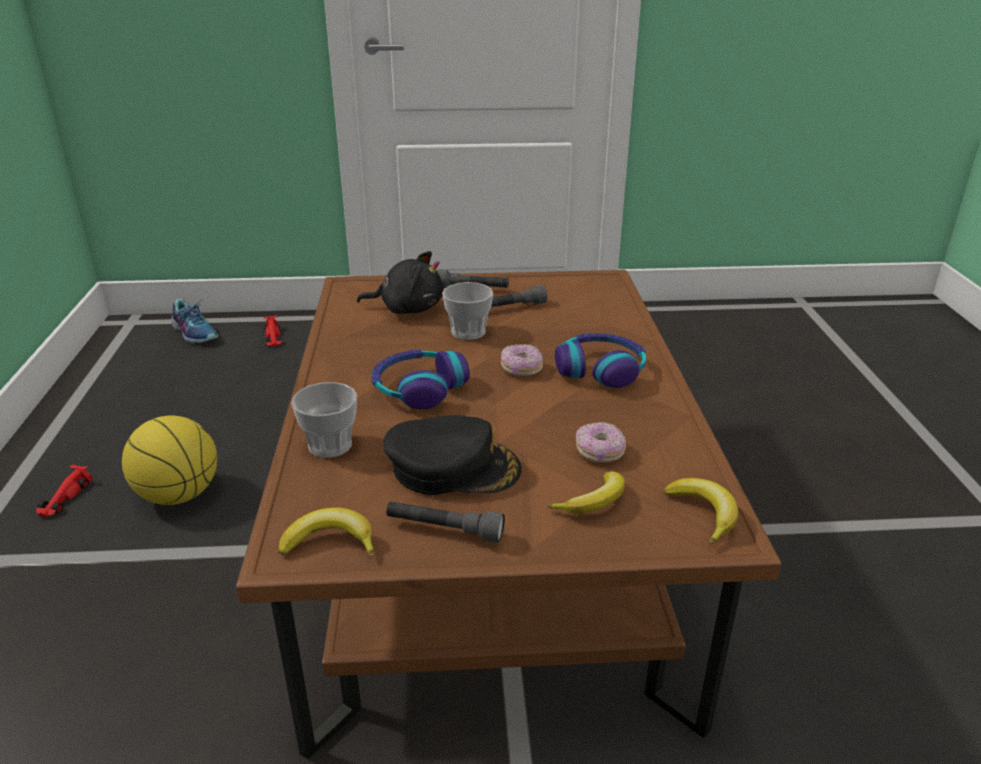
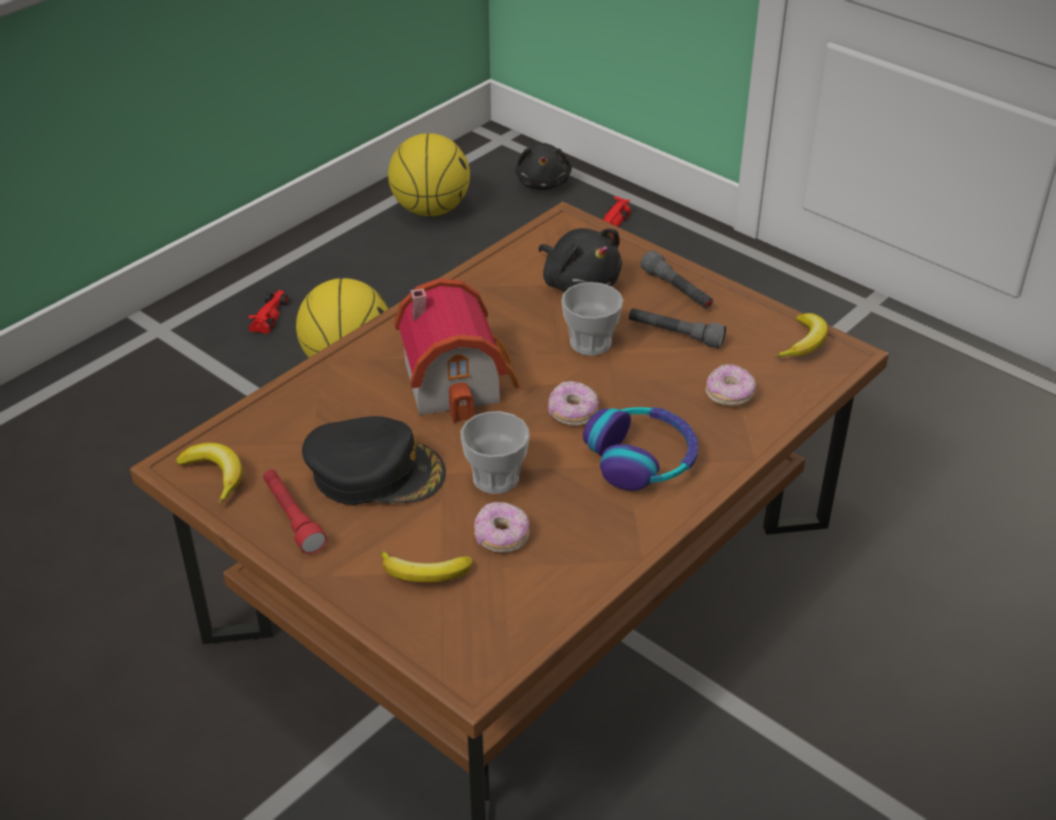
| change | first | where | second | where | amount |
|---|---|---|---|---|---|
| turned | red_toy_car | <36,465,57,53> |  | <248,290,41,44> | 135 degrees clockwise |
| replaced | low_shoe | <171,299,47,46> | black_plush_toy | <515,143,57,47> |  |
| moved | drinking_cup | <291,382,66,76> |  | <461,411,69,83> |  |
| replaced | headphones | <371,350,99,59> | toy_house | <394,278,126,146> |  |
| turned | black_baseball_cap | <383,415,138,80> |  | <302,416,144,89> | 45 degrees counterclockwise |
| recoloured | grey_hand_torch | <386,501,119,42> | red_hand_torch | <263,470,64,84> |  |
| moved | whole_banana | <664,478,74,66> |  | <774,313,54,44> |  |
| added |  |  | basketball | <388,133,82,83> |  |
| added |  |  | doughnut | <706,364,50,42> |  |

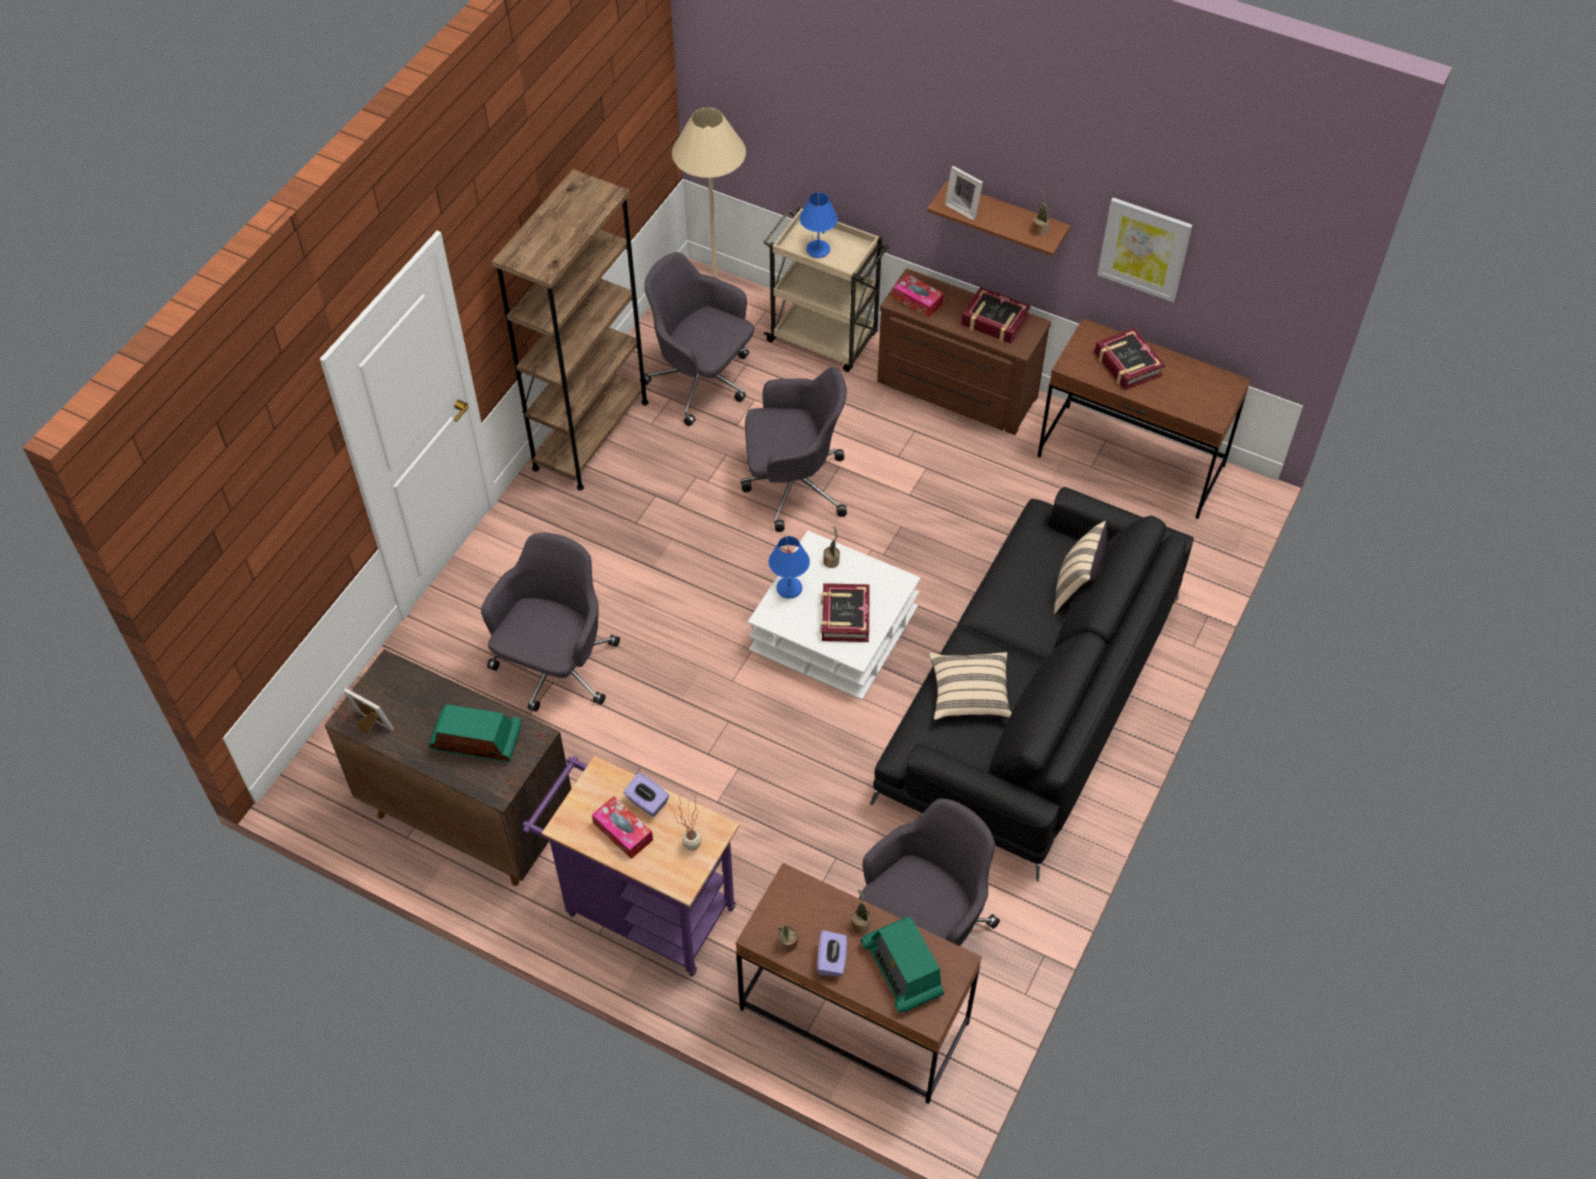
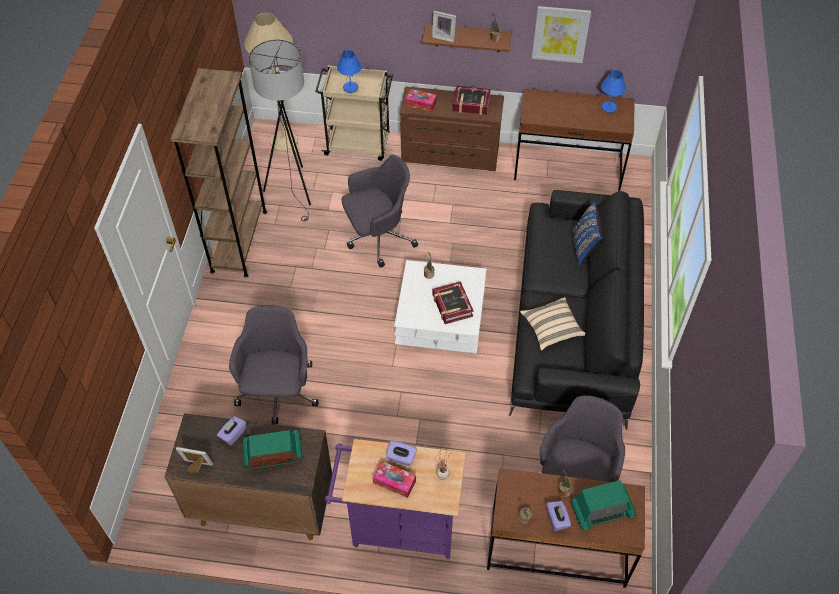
| change | first | where | second | where | amount |
|---|---|---|---|---|---|
| replaced | grey_office_chair | <640,252,114,174> | grey_standing_lamp | <249,39,62,182> |  |
| moved | blue_table_lamp | <769,536,41,63> |  | <601,70,25,43> |  |
| turned | radio_receiver | <861,916,83,97> |  | <570,480,67,51> | 60 degrees counterclockwise |
| recoloured | beige-coloured_pillow | <1054,521,53,94> | blue_pillow | <572,202,31,65> |  |
| removed | book | <1095,328,70,62> |  |  |  |
| added |  |  | purple_tissue_holder | <217,416,29,30> |  |

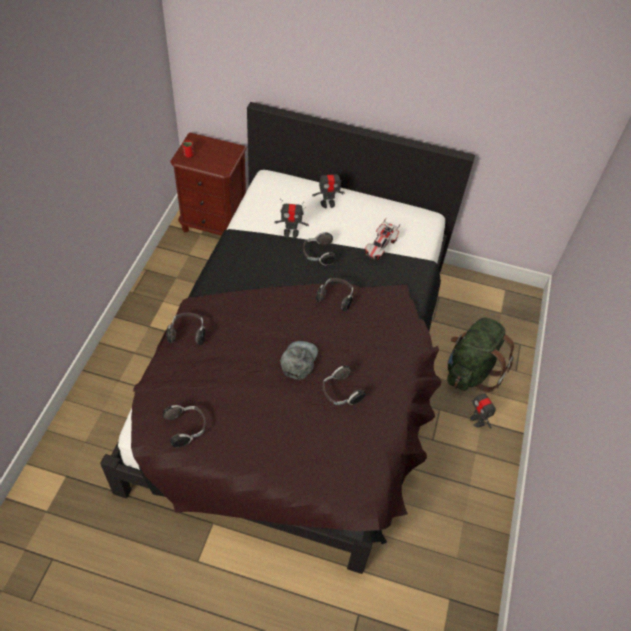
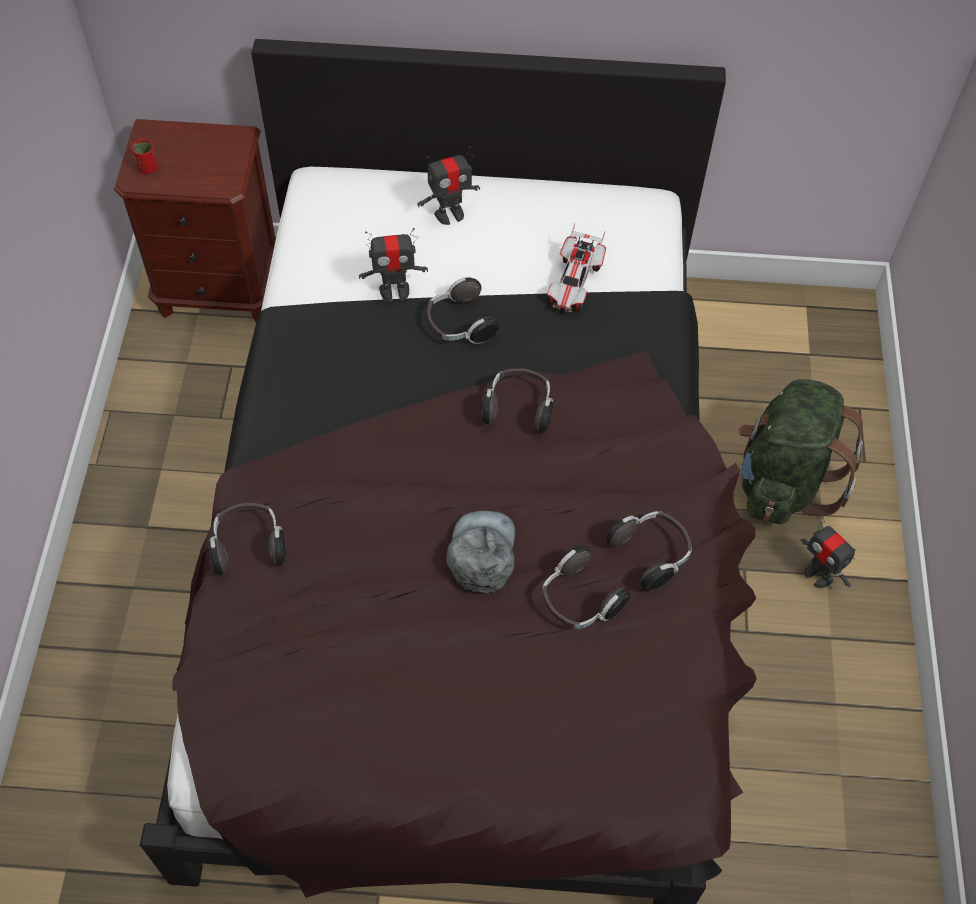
| change | first | where | second | where | amount |
|---|---|---|---|---|---|
| moved | headphones | <163,405,43,42> |  | <606,511,86,80> |  |

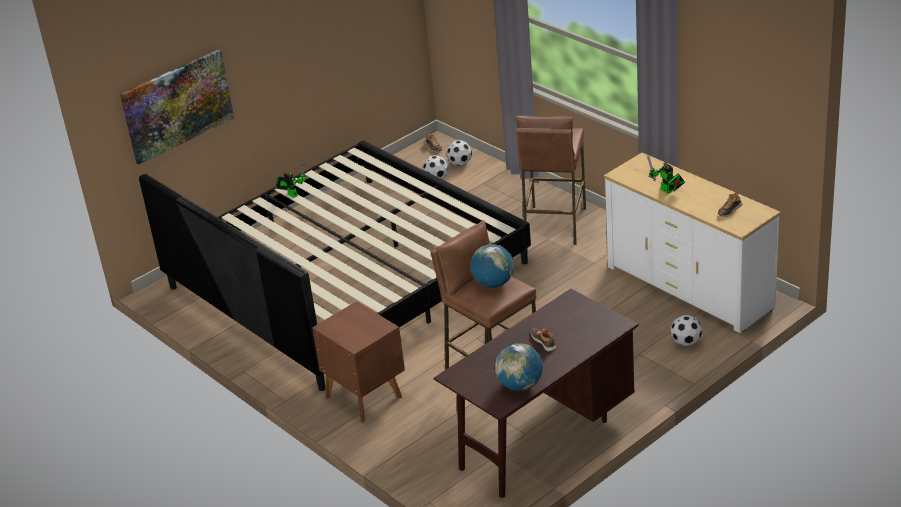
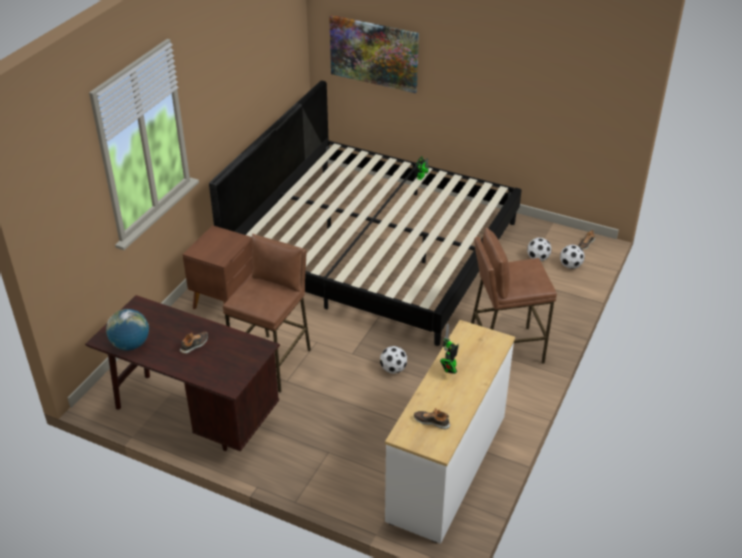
| change | first | where | second | where | amount |
|---|---|---|---|---|---|
| removed | desk_globe | <471,244,43,44> |  |  |  |
| moved | football | <671,315,31,31> |  | <380,346,27,28> |  |

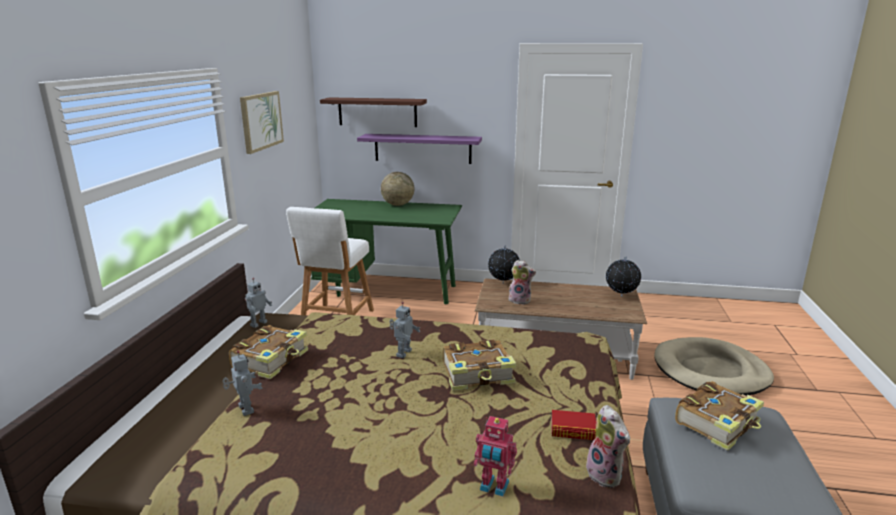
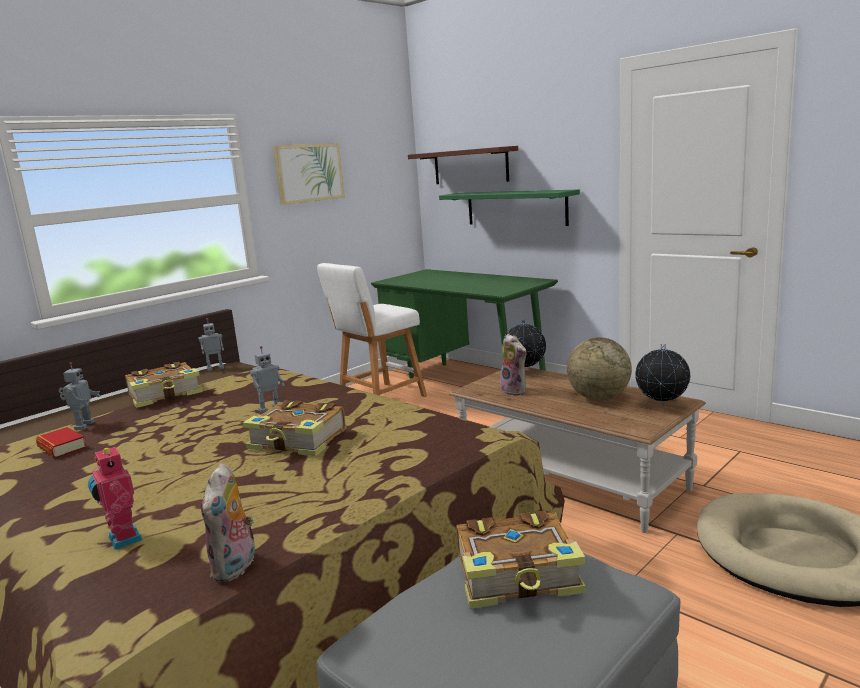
| change | first | where | second | where | amount |
|---|---|---|---|---|---|
| recoloured | purple_bracket_shelf | <357,134,125,30> | green-coloured_bracket_shelf | <439,189,141,37> |  |
| moved | desk_globe | <381,172,33,34> |  | <567,337,65,63> |  |
| moved | book | <551,410,45,30> |  | <36,427,50,31> |  |

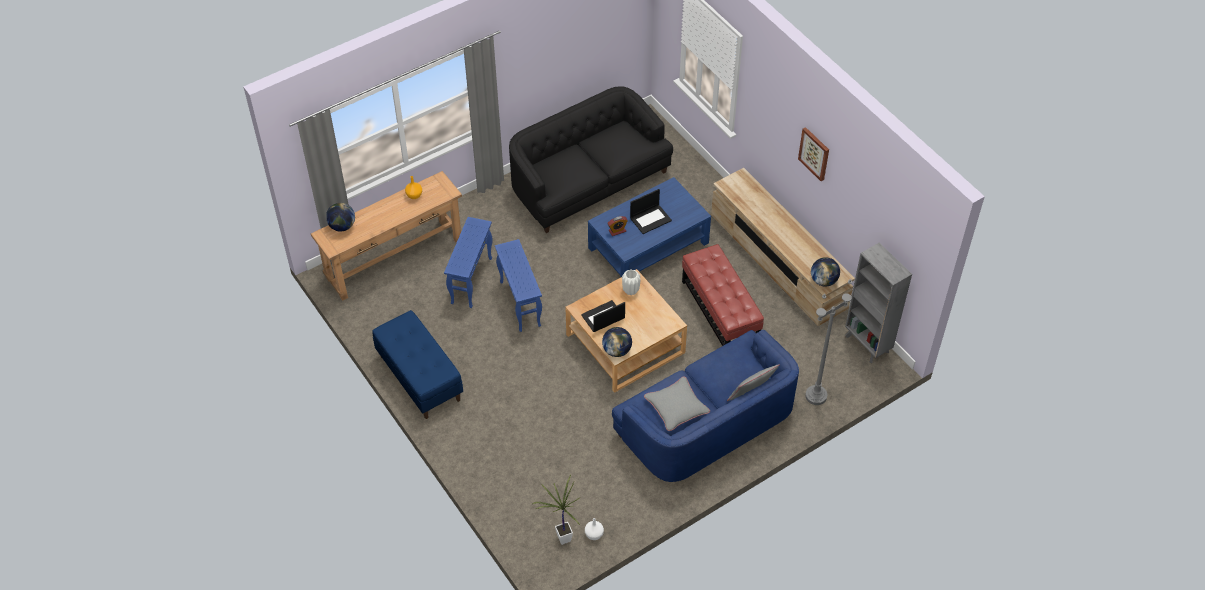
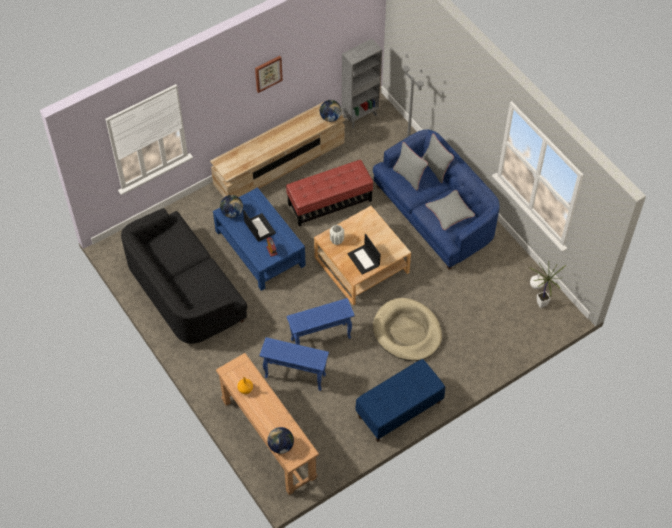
| change | first | where | second | where | amount |
|---|---|---|---|---|---|
| moved | desk_globe | <602,327,30,30> |  | <220,195,23,23> |  |
| added |  |  | beige-coloured_dog_bed | <373,298,69,63> |  |
| added |  |  | grey_pillow | <393,142,35,48> |  |

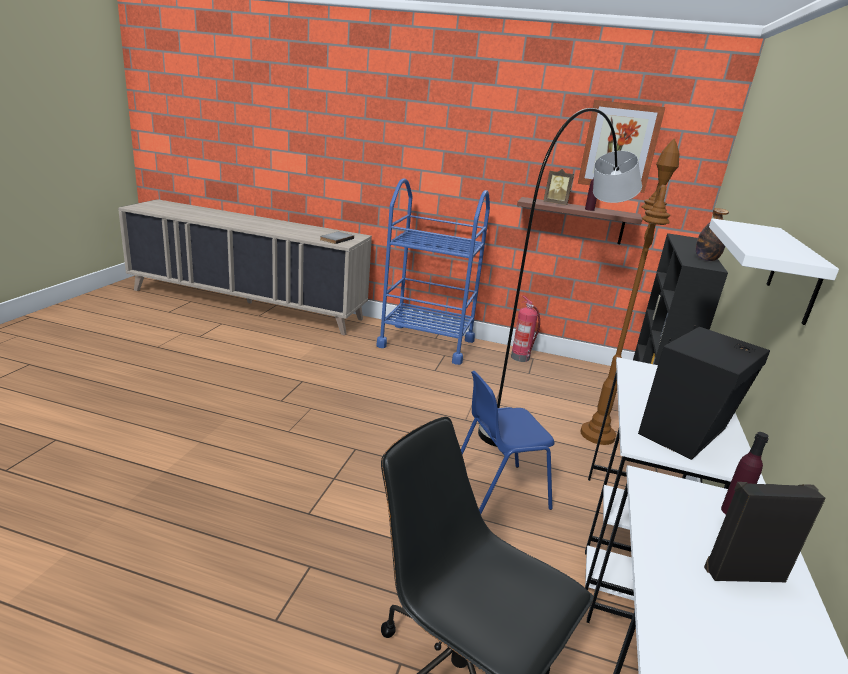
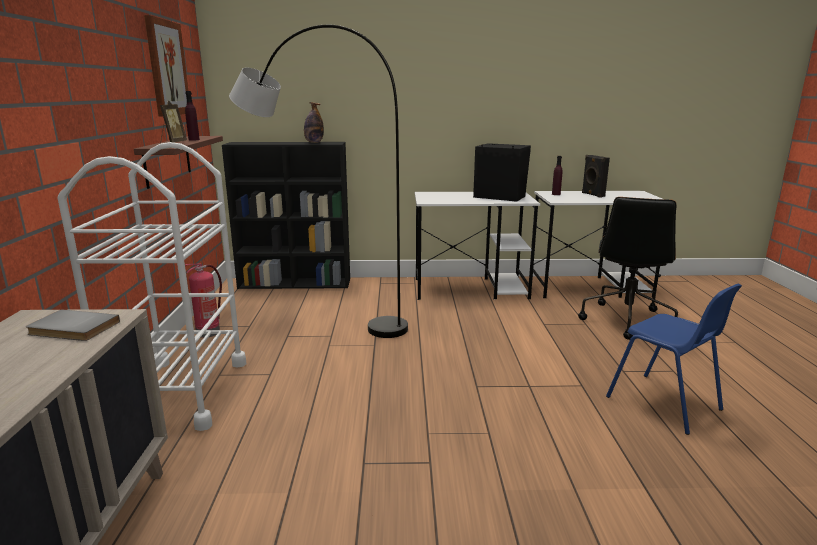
| change | first | where | second | where | amount |
|---|---|---|---|---|---|
| recoloured | blue_cart | <376,179,114,186> | white-coloured_cart | <58,142,188,289> |  |
| moved | blue_plain_chair | <461,371,93,143> |  | <606,284,136,151> |  |
| removed | brownish_standing_lamp | <580,138,100,307> |  |  |  |
| removed | white-coloured_bracket_shelf | <709,218,130,107> |  |  |  |

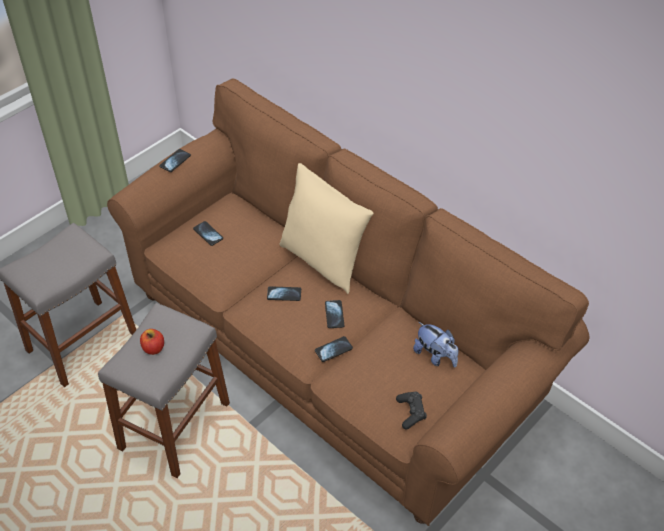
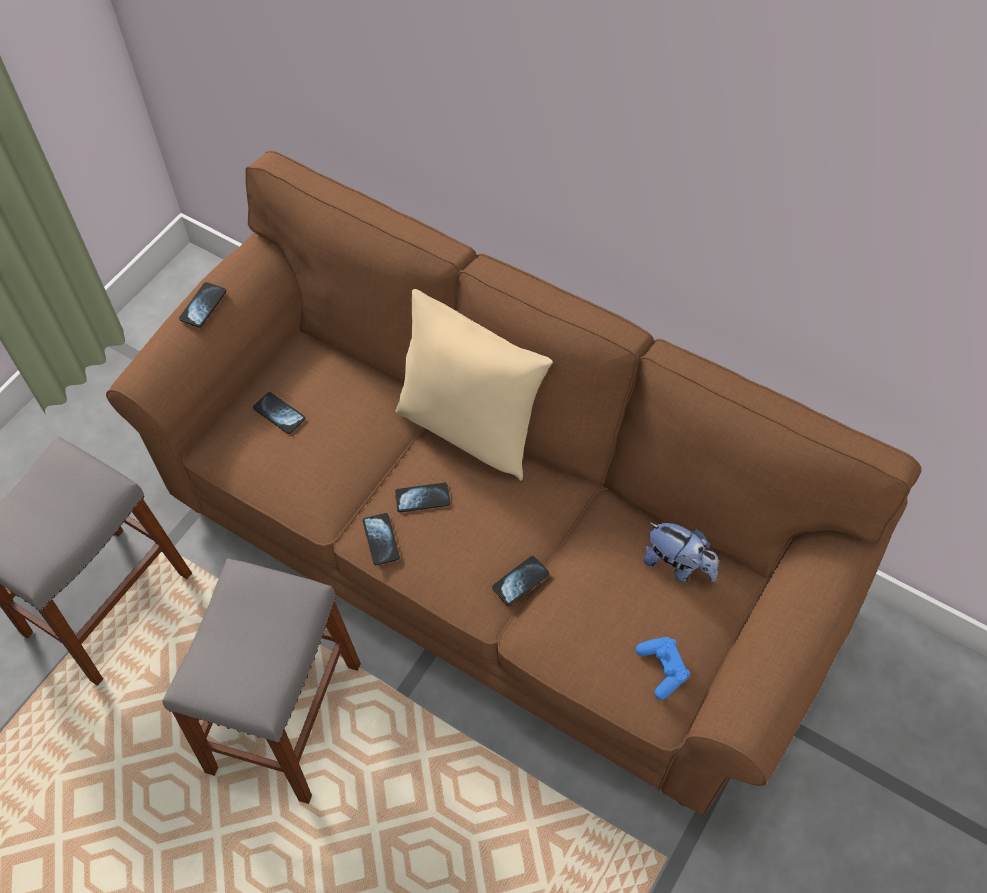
| change | first | where | second | where | amount |
|---|---|---|---|---|---|
| removed | apple_fruit | <140,329,24,26> |  |  |  |
| moved | telephone | <325,300,19,28> |  | <363,513,37,52> |  |
| recoloured | black_gamepad | <396,392,31,38> | blue_gamepad | <636,637,54,63> |  |

